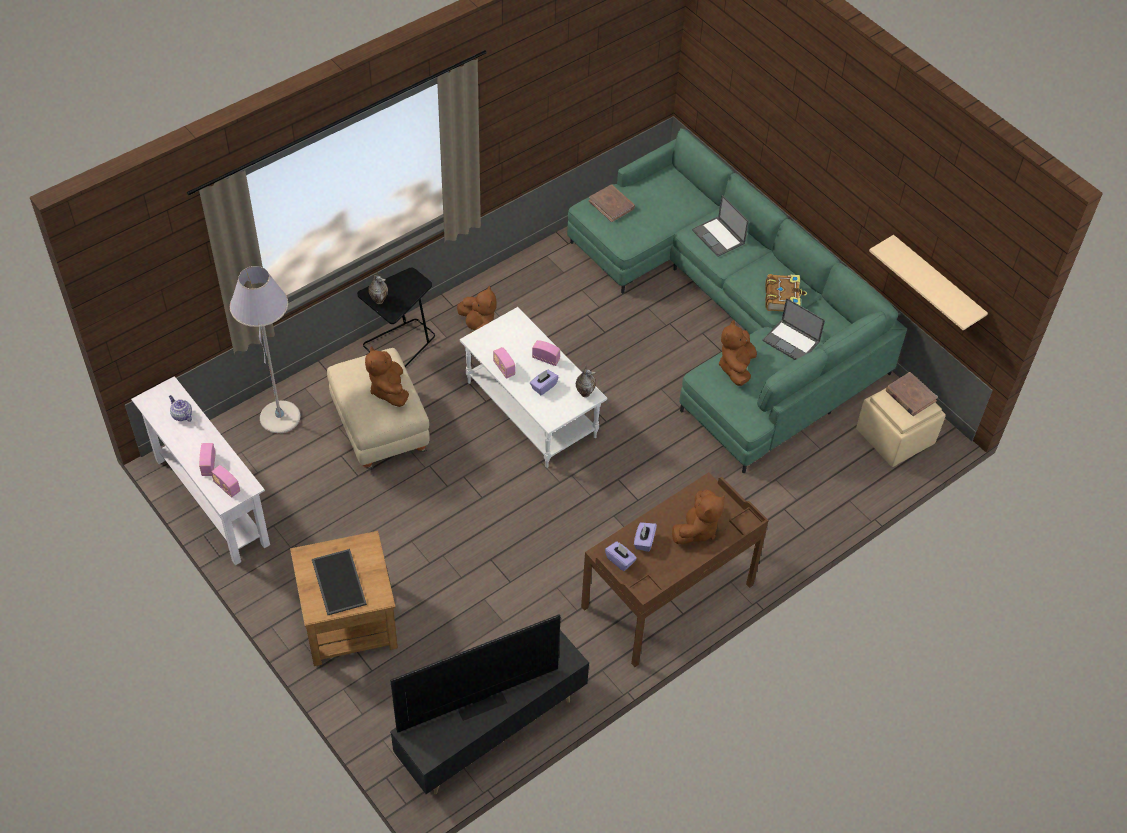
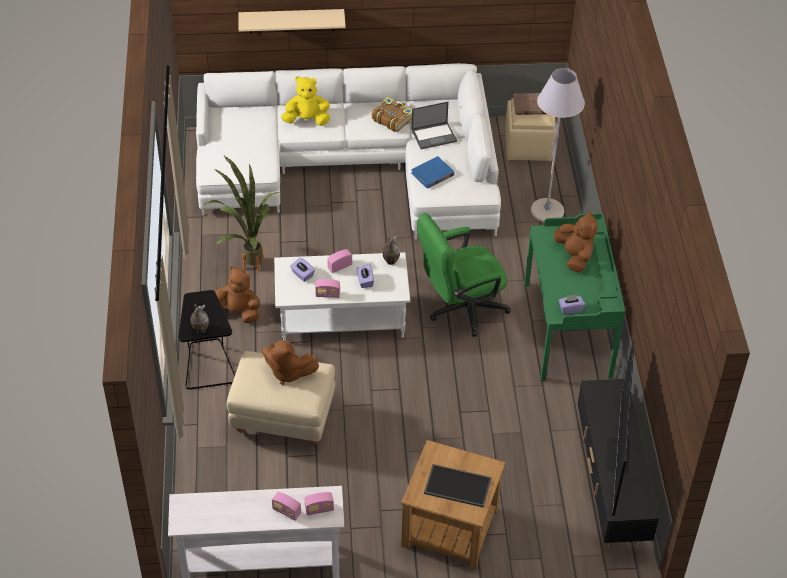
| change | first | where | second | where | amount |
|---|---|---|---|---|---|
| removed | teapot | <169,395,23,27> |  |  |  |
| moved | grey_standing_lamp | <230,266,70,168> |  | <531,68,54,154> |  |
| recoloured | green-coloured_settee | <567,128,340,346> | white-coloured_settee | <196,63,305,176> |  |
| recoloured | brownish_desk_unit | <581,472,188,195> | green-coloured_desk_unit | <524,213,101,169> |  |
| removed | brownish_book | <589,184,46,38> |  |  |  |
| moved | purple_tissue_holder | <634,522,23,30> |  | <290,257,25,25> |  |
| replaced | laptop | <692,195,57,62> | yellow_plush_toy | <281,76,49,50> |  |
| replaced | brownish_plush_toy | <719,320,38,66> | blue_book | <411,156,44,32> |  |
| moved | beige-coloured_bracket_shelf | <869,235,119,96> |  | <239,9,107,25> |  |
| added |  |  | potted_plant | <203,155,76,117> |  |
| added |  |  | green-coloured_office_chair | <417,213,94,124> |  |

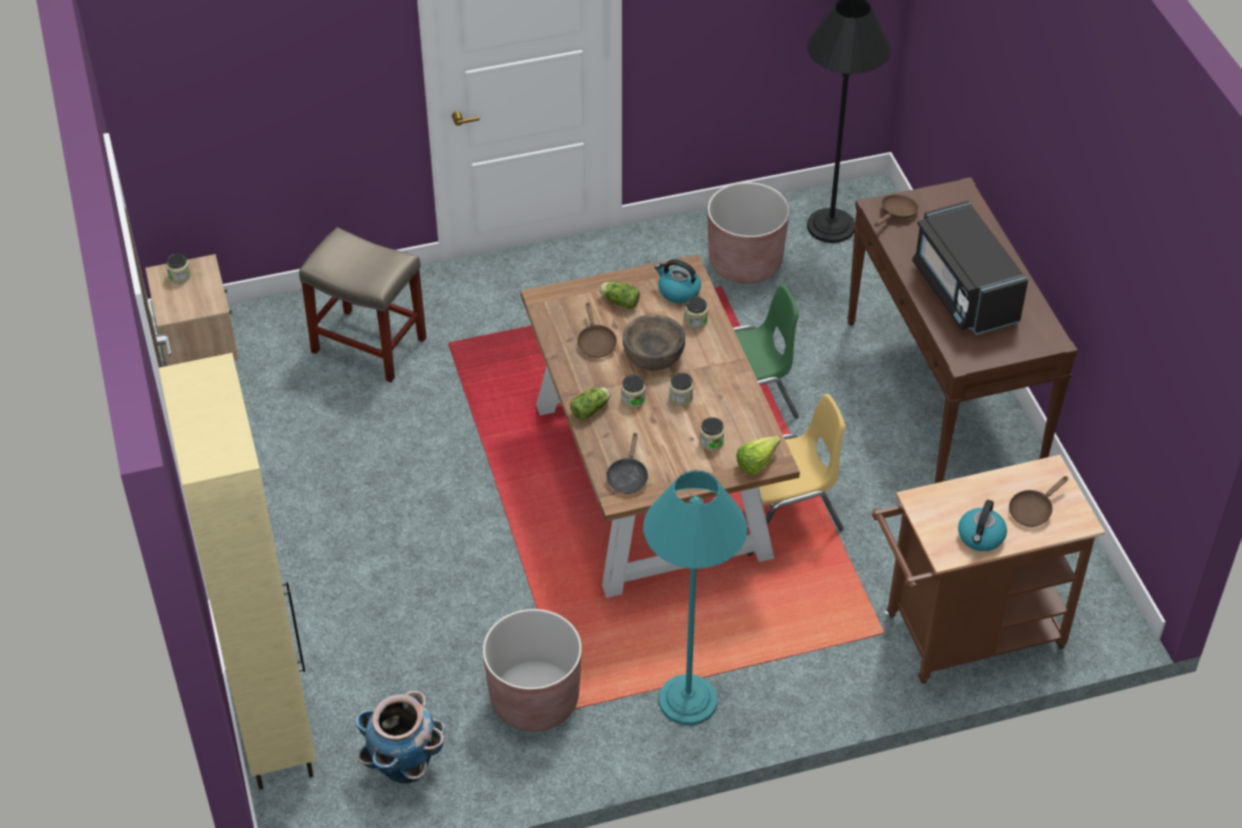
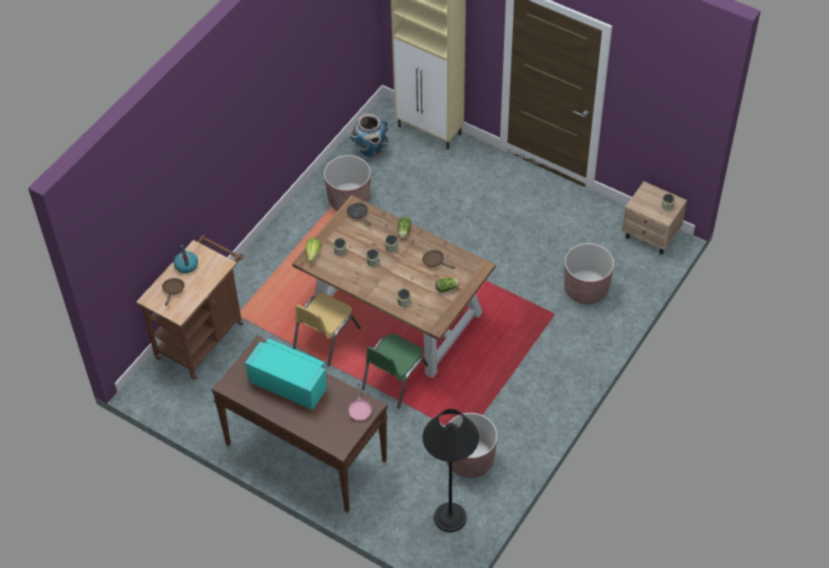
| change | first | where | second | where | amount |
|---|---|---|---|---|---|
| replaced | beige-coloured_stool | <299,227,128,155> | brownish_flower_pot | <564,243,50,61> |  |
| removed | brownish_serving_bowl | <622,314,63,57> |  |  |  |
| removed | turquoise_standing_lamp | <643,470,104,255> |  |  |  |
| removed | water_kettle | <655,259,46,44> |  |  |  |
| recoloured | brownish_pan | <874,195,45,32> | pink-coloured_pan | <348,383,24,38> |  |
| recoloured | black_microwave_oven | <912,201,116,134> | turquoise_microwave_oven | <245,338,82,72> |  |

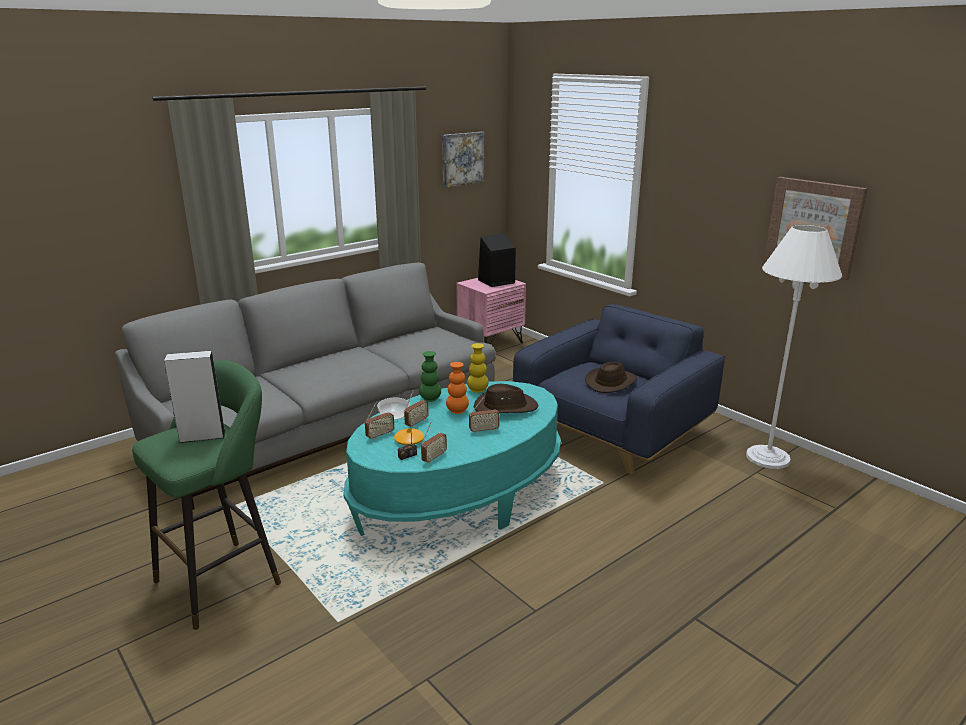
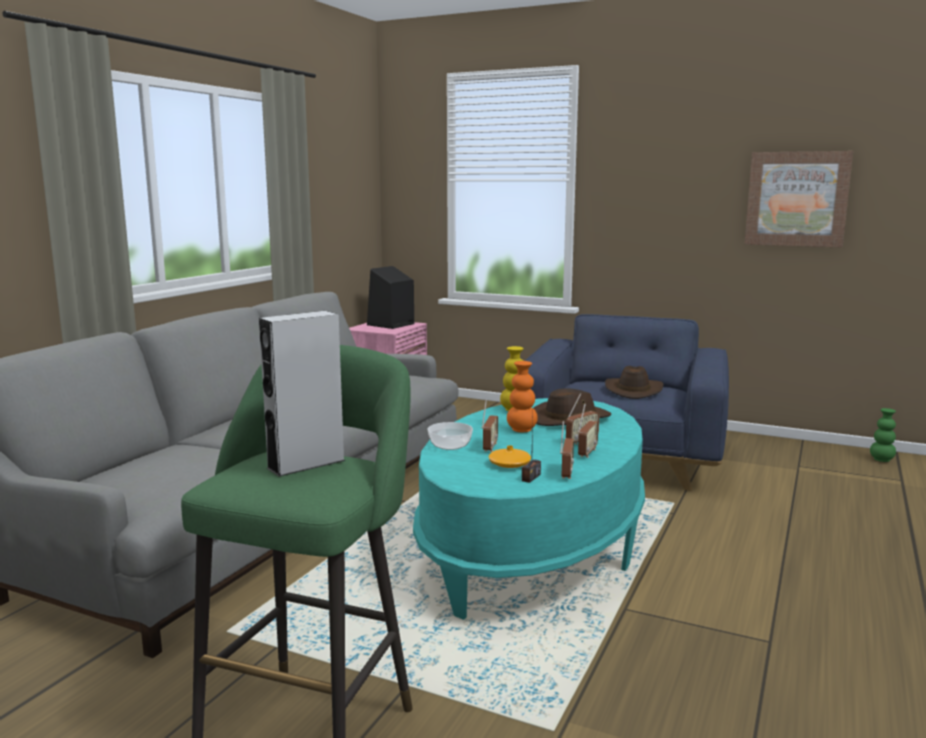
| change | first | where | second | where | amount |
|---|---|---|---|---|---|
| moved | radio_receiver | <365,401,29,39> |  | <578,403,21,55> |  |
| moved | green-coloured_vase | <419,351,22,51> |  | <870,408,26,54> |  |
| removed | picture | <442,132,42,55> |  |  |  |
| removed | white-coloured_standing_lamp | <746,224,96,245> |  |  |  |

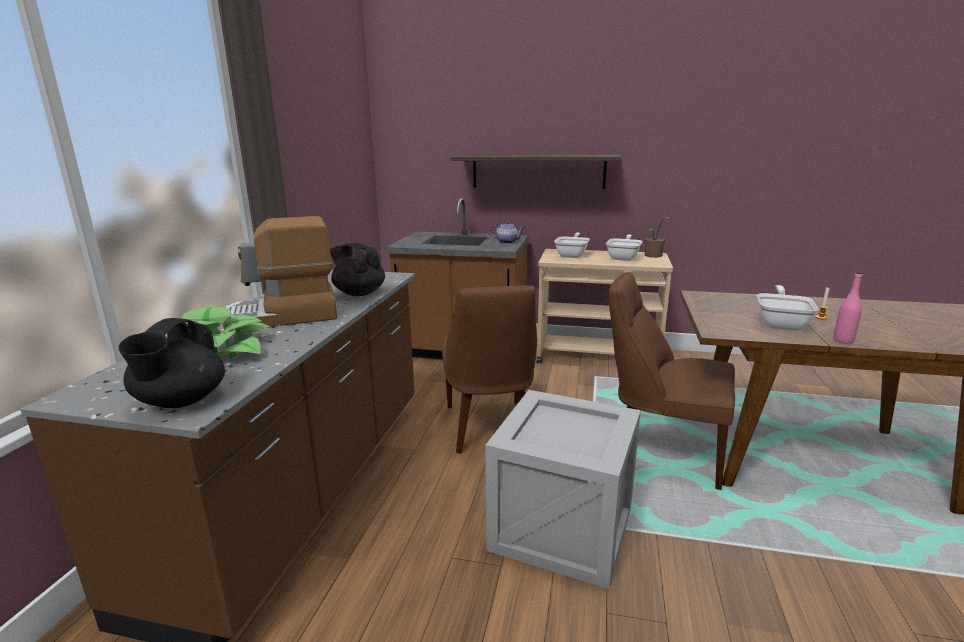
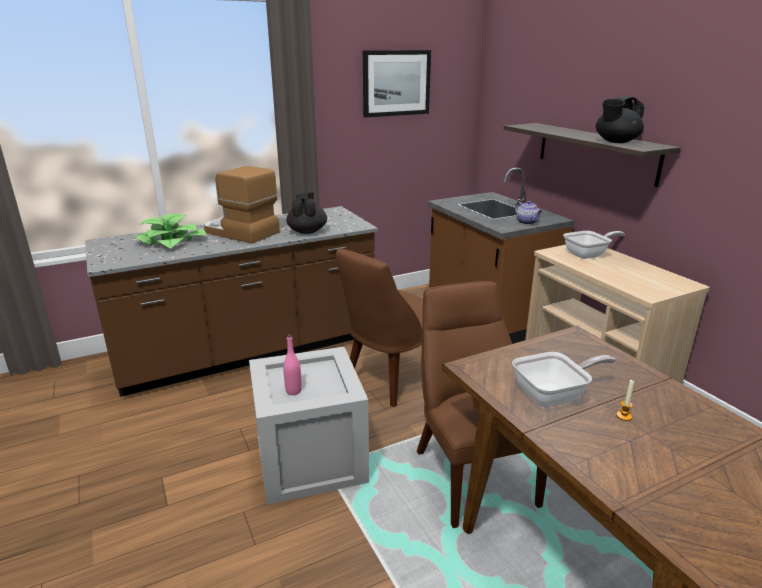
| change | first | where | second | where | amount |
|---|---|---|---|---|---|
| moved | black_teapot | <118,318,107,90> |  | <596,96,48,47> |  |
| removed | pan | <606,234,37,27> |  |  |  |
| removed | potted_plant | <645,217,25,41> |  |  |  |
| moved | pink-coloured_beverage_bottle | <834,272,28,72> |  | <283,335,19,60> |  |
| added |  |  | picture | <363,50,68,67> |  |

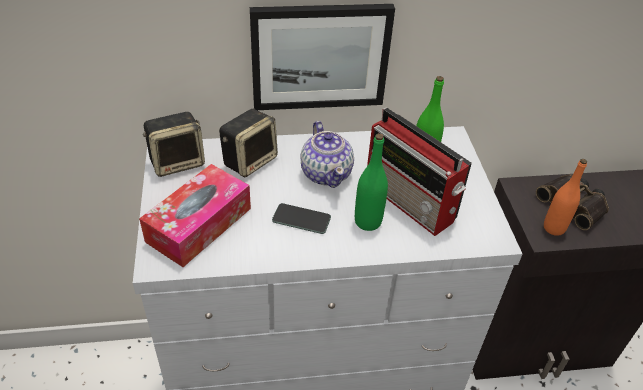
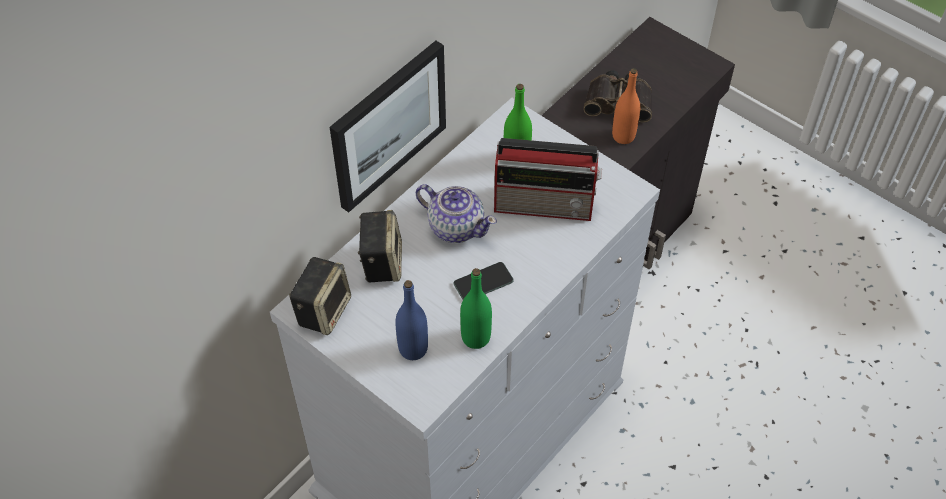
| change | first | where | second | where | amount |
|---|---|---|---|---|---|
| replaced | tissue_holder | <139,164,112,103> | blue_beverage_bottle | <395,280,33,80> |  |
| moved | green-coloured_beverage_bottle | <355,133,33,98> |  | <460,268,32,81> |  |

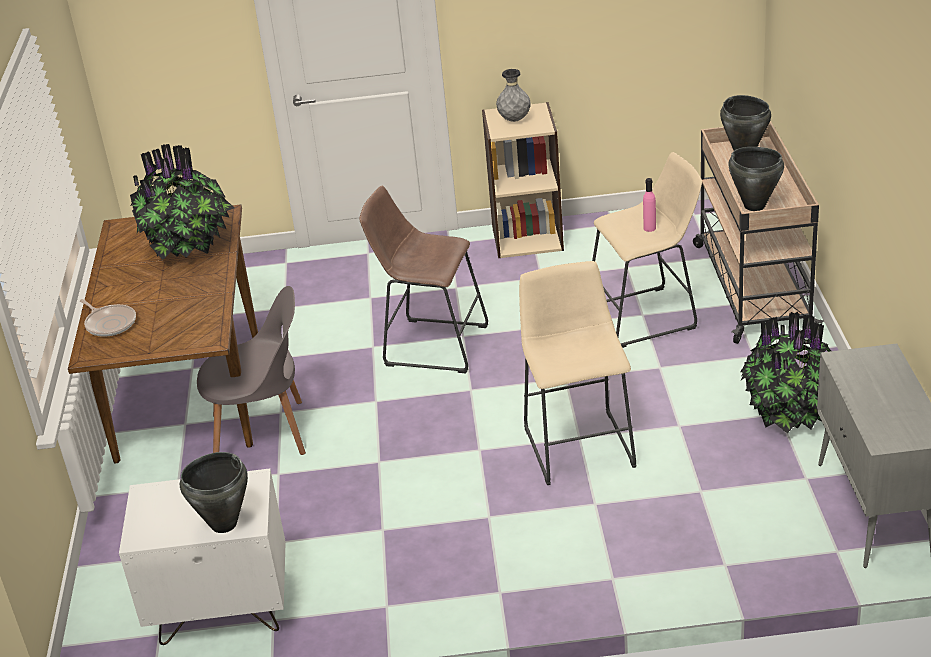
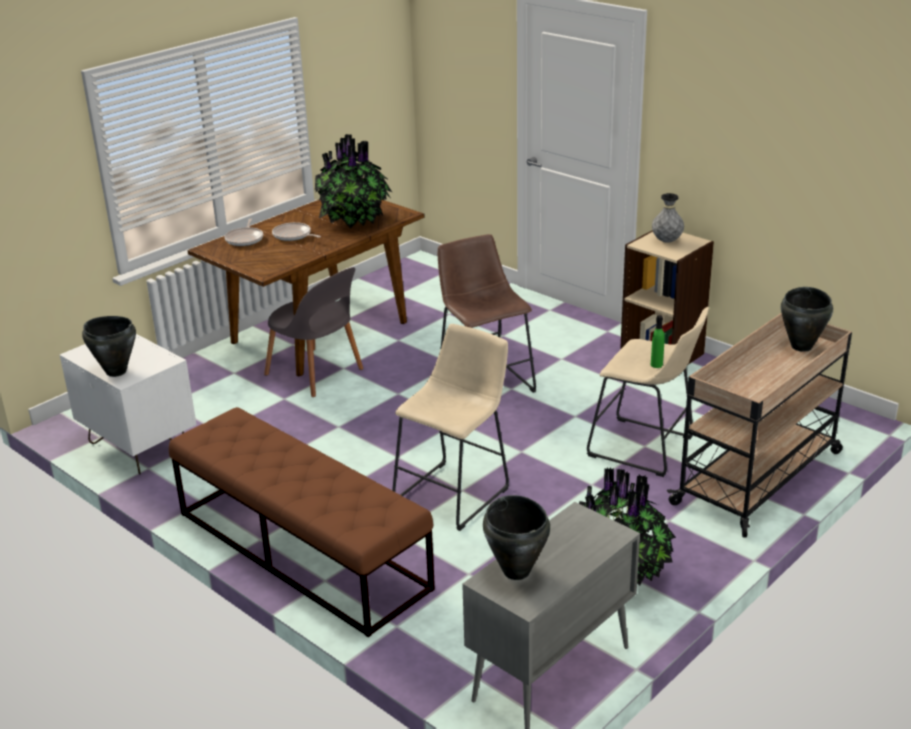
| change | first | where | second | where | amount |
|---|---|---|---|---|---|
| recoloured | pink-coloured_beverage_bottle | <643,178,13,54> | green-coloured_beverage_bottle | <651,315,14,53> |  |
| moved | black_stockpot | <728,147,56,64> |  | <483,495,67,85> |  |
| added |  |  | brownish_indoor_bench | <169,407,266,230> |  |
| added |  |  | pan | <272,222,49,19> |  |

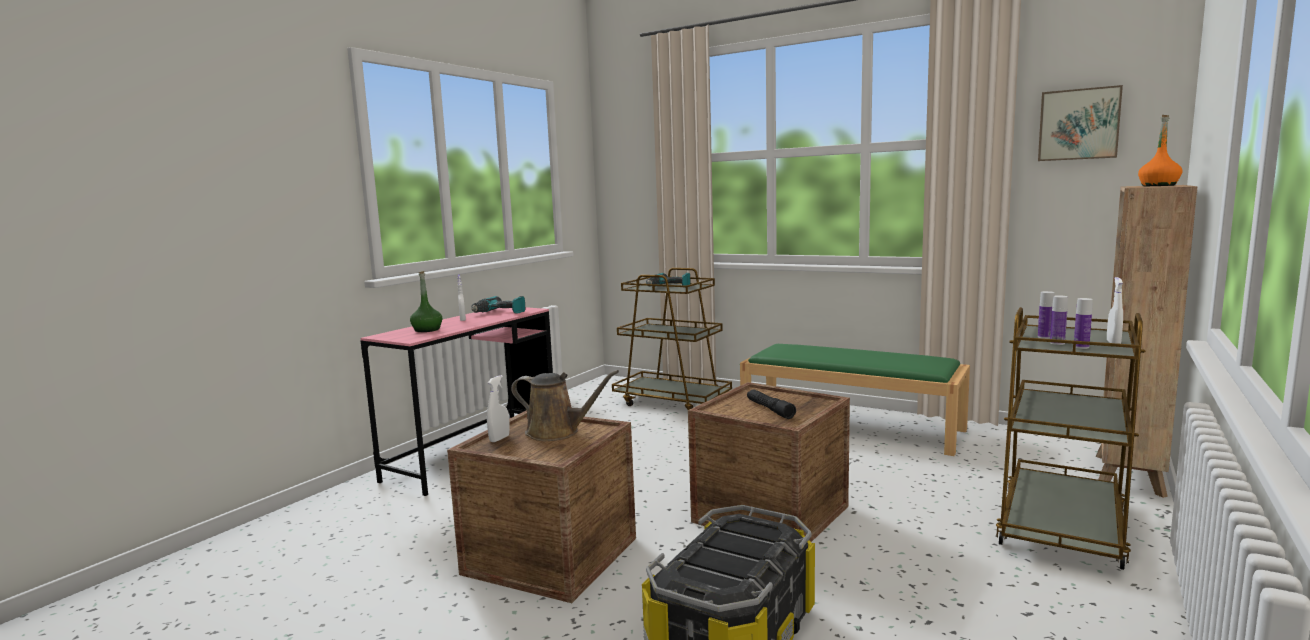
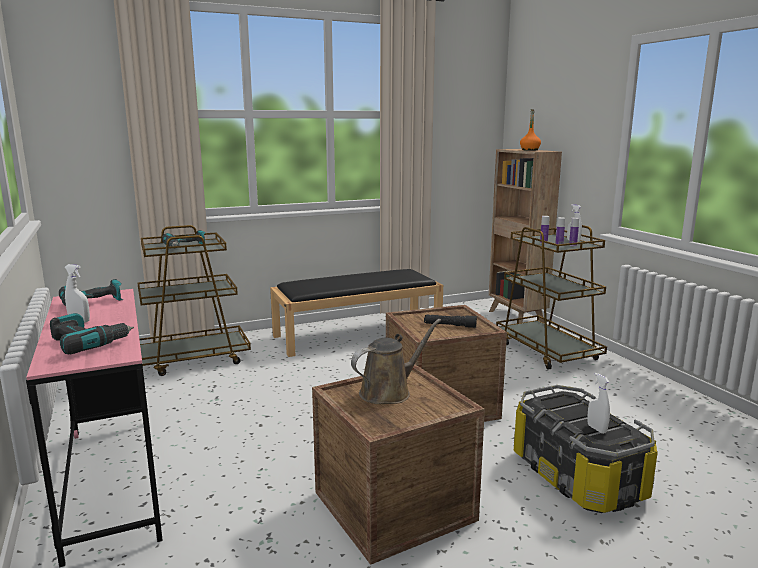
| change | first | where | second | where | amount |
|---|---|---|---|---|---|
| replaced | green-coloured_beverage_bottle | <410,271,32,61> | drill | <50,313,84,41> |  |
| moved | white-coloured_hand_sprayer | <487,375,23,67> |  | <587,373,23,61> |  |
| recoloured | green-coloured_indoor_bench | <740,344,230,112> | black_indoor_bench | <270,269,173,88> |  |
| removed | picture | <1038,85,85,76> |  |  |  |

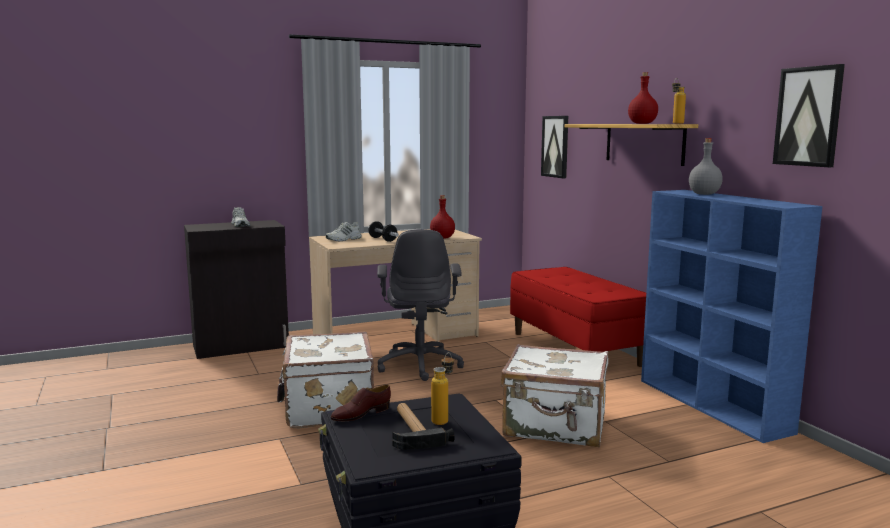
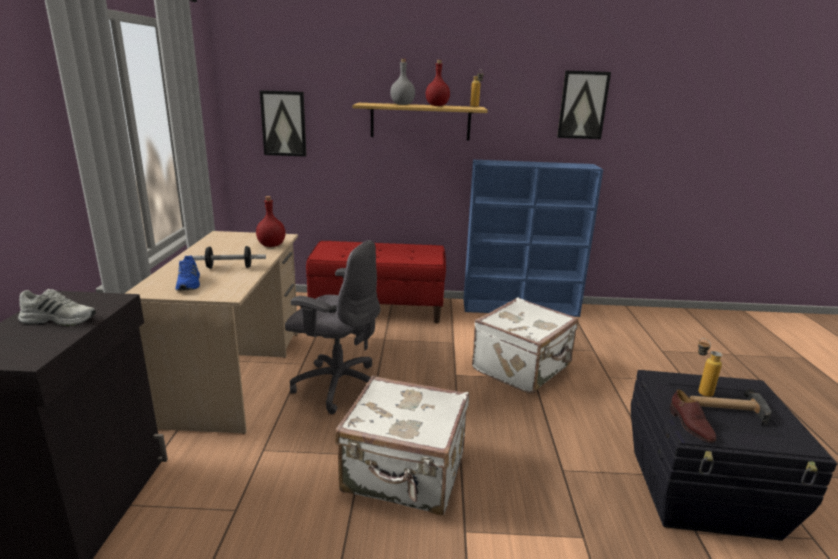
| change | first | where | second | where | amount |
|---|---|---|---|---|---|
| recoloured | white-coloured_low_shoe | <326,222,36,19> | blue_low_shoe | <175,255,25,36> |  |
| moved | grey_beverage_bottle | <689,138,34,57> |  | <390,59,25,46> |  |

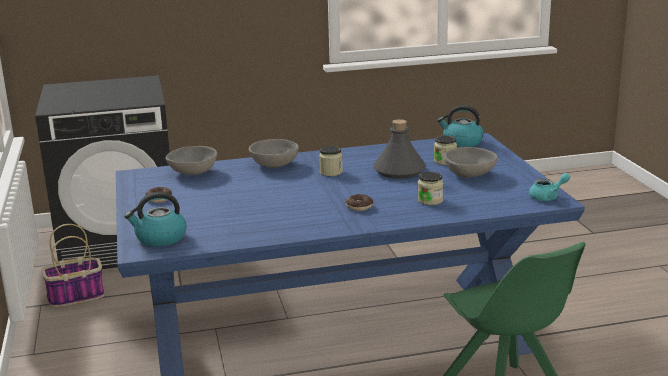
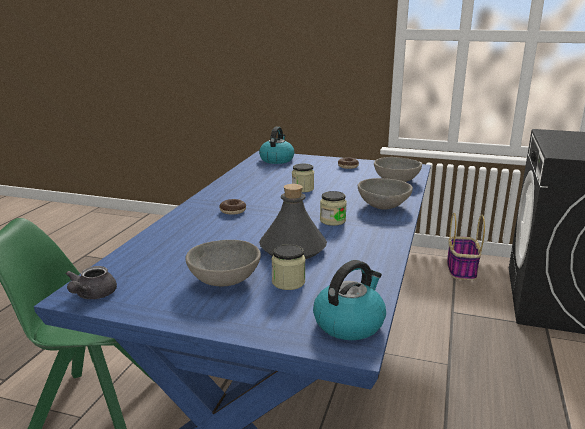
| change | first | where | second | where | amount |
|---|---|---|---|---|---|
| moved | preserve_jar | <418,172,25,33> |  | <292,164,22,28> |  |
| recoloured | turquoise_teapot | <529,173,41,28> | grey_teapot | <66,266,51,33> |  |

